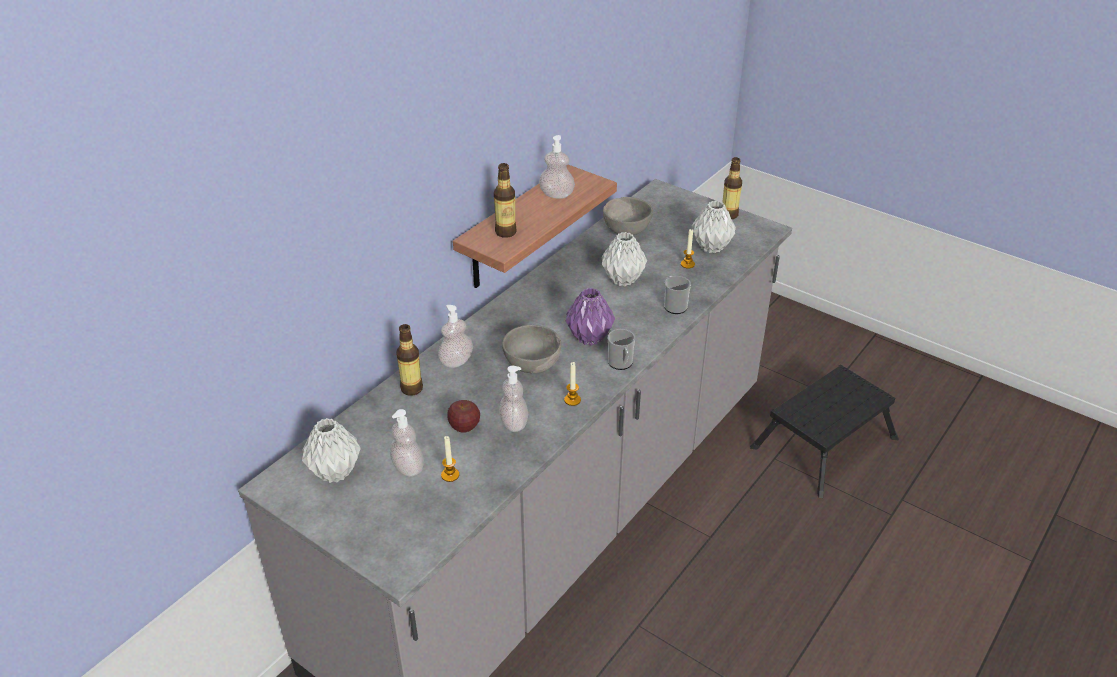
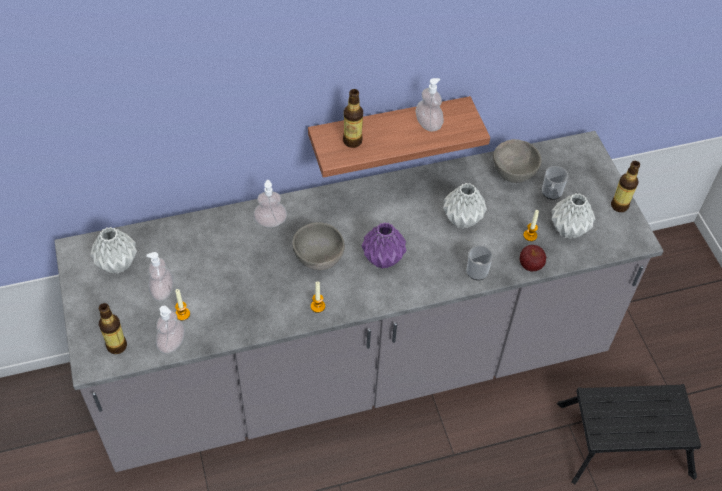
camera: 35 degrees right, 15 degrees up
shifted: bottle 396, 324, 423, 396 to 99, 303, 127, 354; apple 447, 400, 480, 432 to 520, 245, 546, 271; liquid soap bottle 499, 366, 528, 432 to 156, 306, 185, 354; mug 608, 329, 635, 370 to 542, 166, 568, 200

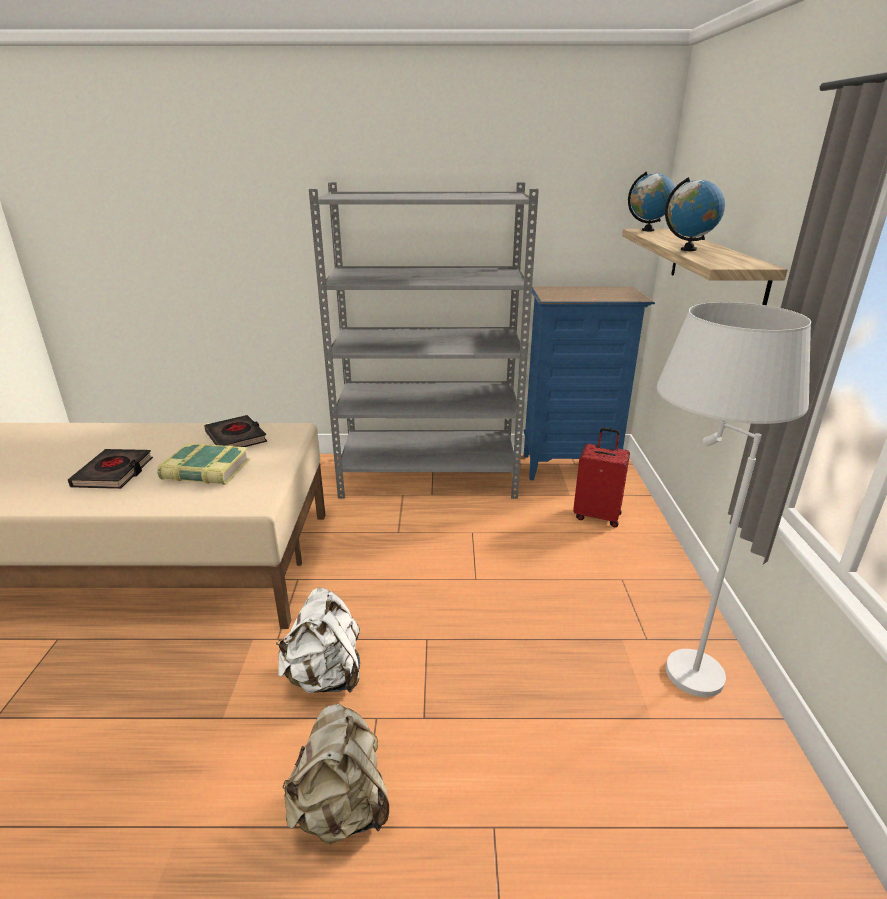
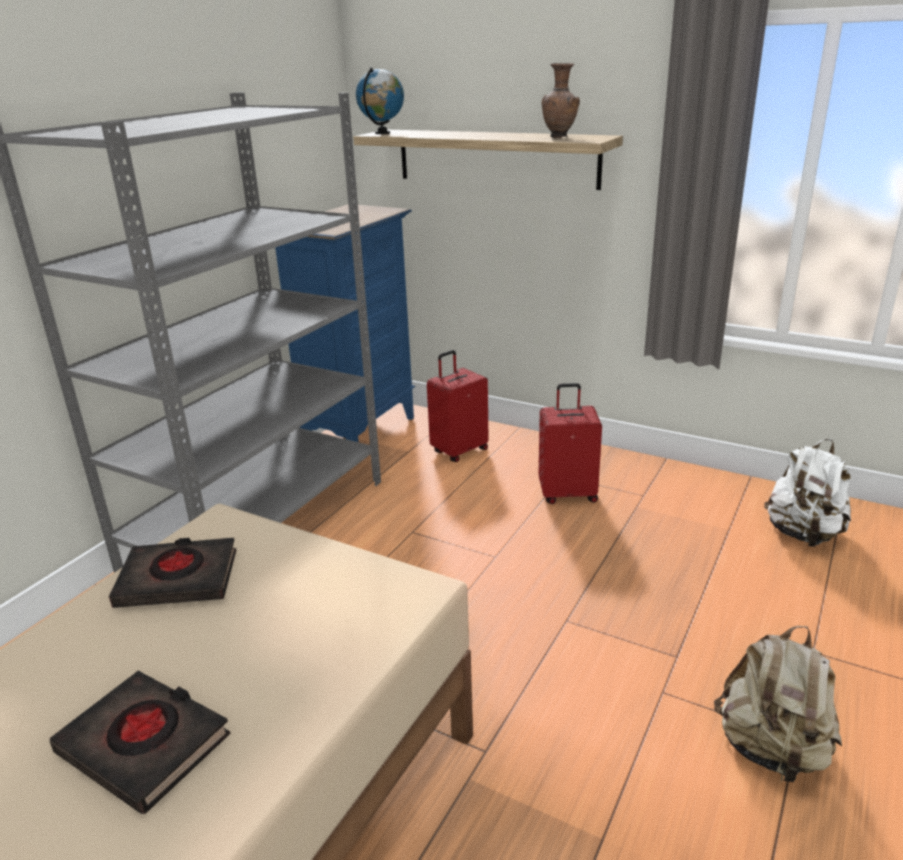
camera: 60 degrees left, 0 degrees up
gone: book 157, 443, 250, 485; white floor lamp 657, 302, 811, 697; desk globe 665, 177, 725, 251
new: red piece of luggage 538, 383, 602, 504; brown vase 542, 63, 580, 138
shifted: white backpack 276, 588, 360, 693 to 764, 439, 851, 547

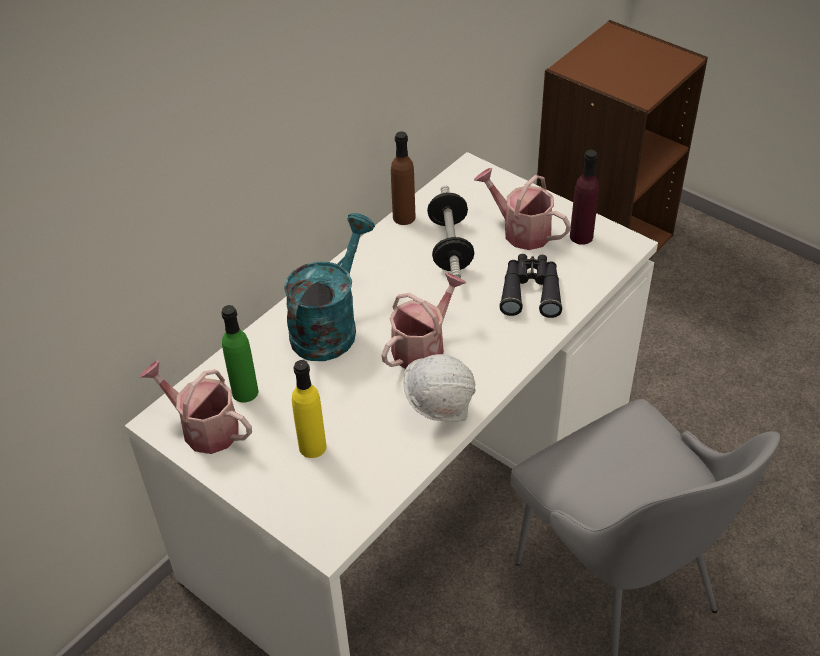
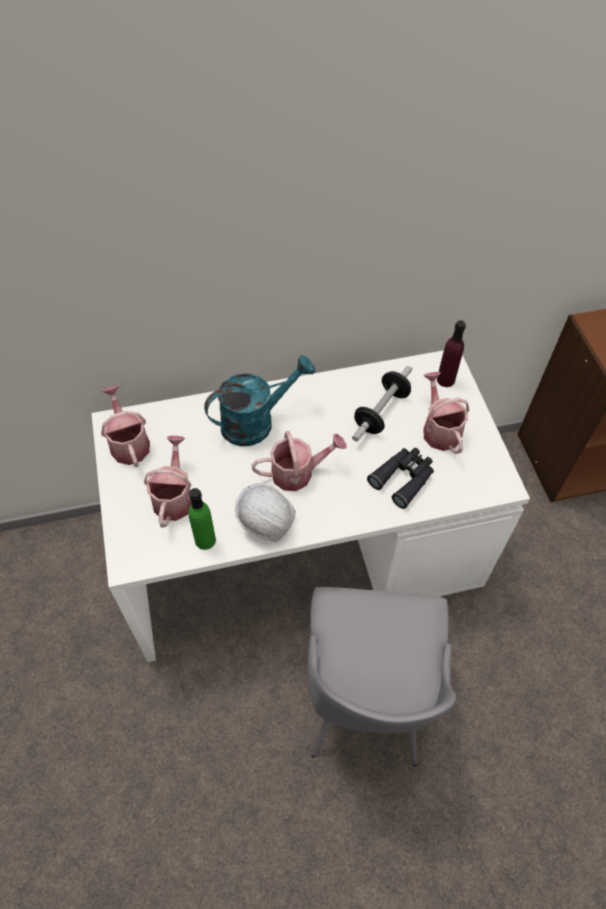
camera: 35 degrees right, 10 degrees up
gone: brown bottle 391, 132, 416, 225
shifted: green bottle 221, 305, 258, 403 to 188, 488, 216, 550; purple-coloured bottle 570, 150, 599, 245 to 437, 320, 466, 387
swapped: yellow-coloured bottle 292, 360, 327, 458 to watering pot 144, 436, 192, 528

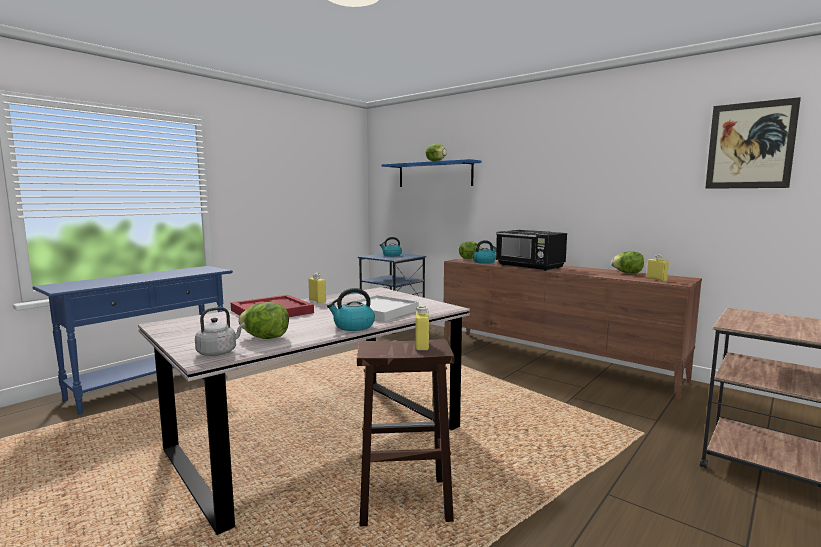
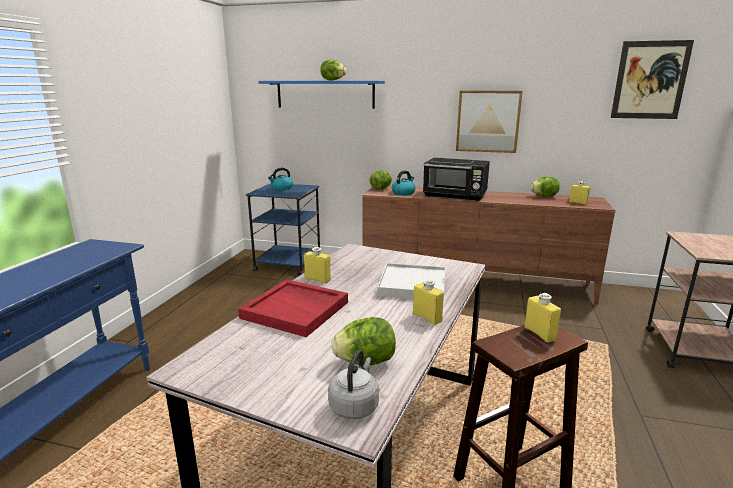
camera: 25 degrees left, 10 degrees up
new: wall picture 456, 90, 523, 153
swapped: water kettle 327, 288, 375, 331 to yellow-coloured bottle 413, 279, 444, 325

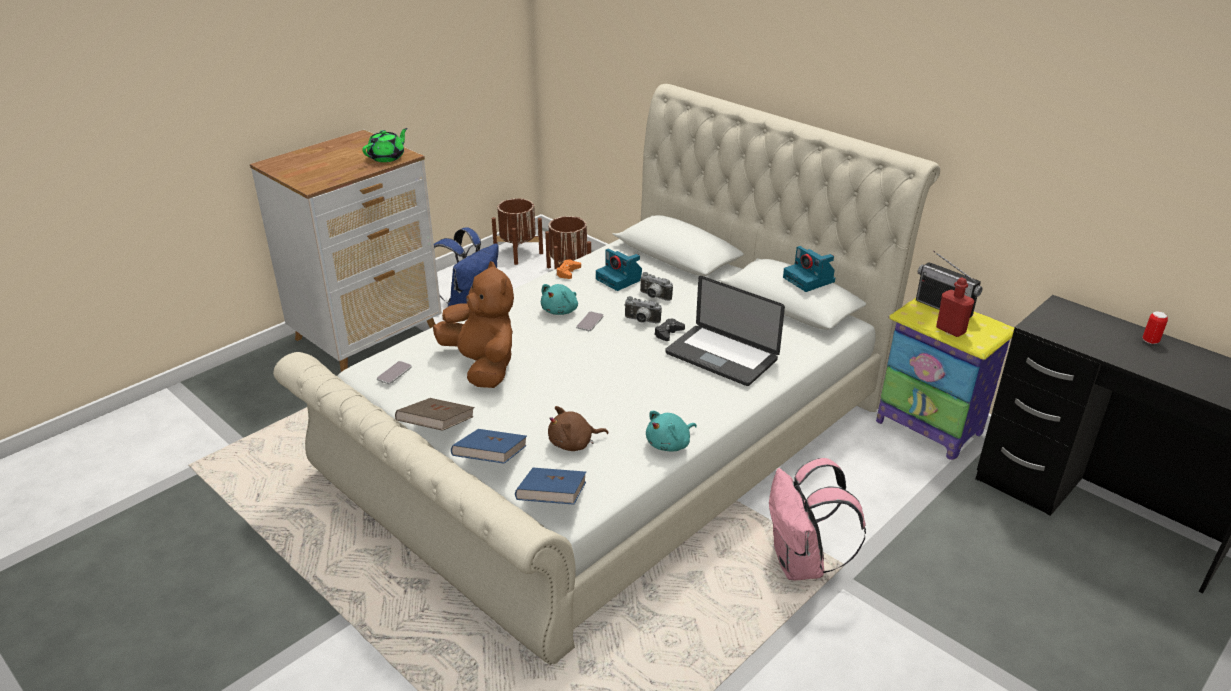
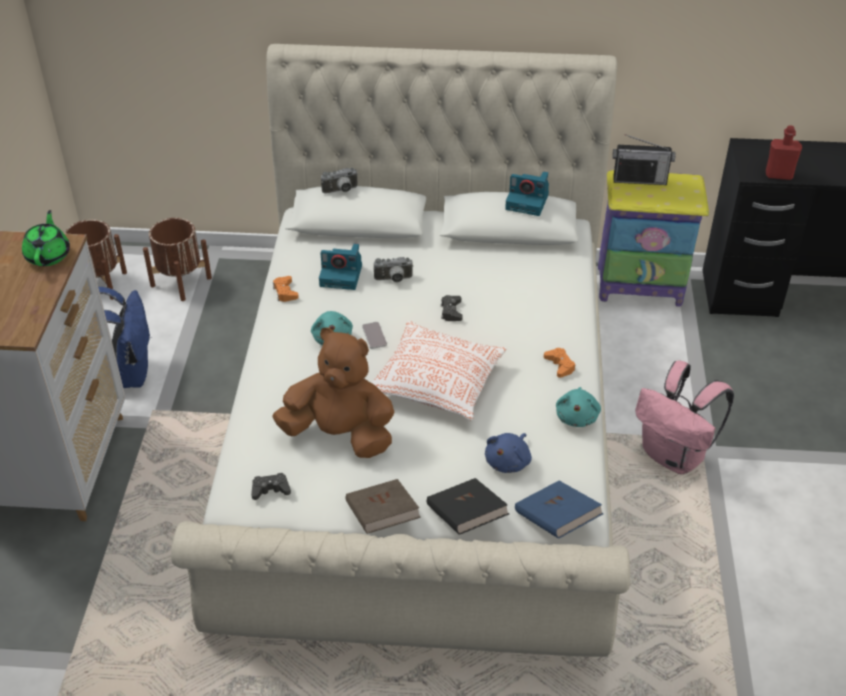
camera: 40 degrees left, 10 degrees up
gone: laptop 665, 276, 785, 386; can 1143, 311, 1168, 344
new: white cushion 371, 321, 506, 420; orange gamepad 544, 348, 575, 378
shifted: still camera 624, 296, 662, 323 to 321, 167, 358, 194; red bottle 936, 277, 974, 337 to 766, 125, 802, 180
swapped: handset 377, 361, 412, 384 to black-coloured gamepad 251, 473, 291, 500
repainted: blue book 451, 429, 527, 464 to black-coloured book 427, 478, 509, 535; brown plush toy 548, 406, 608, 451 to blue plush toy 485, 433, 532, 473

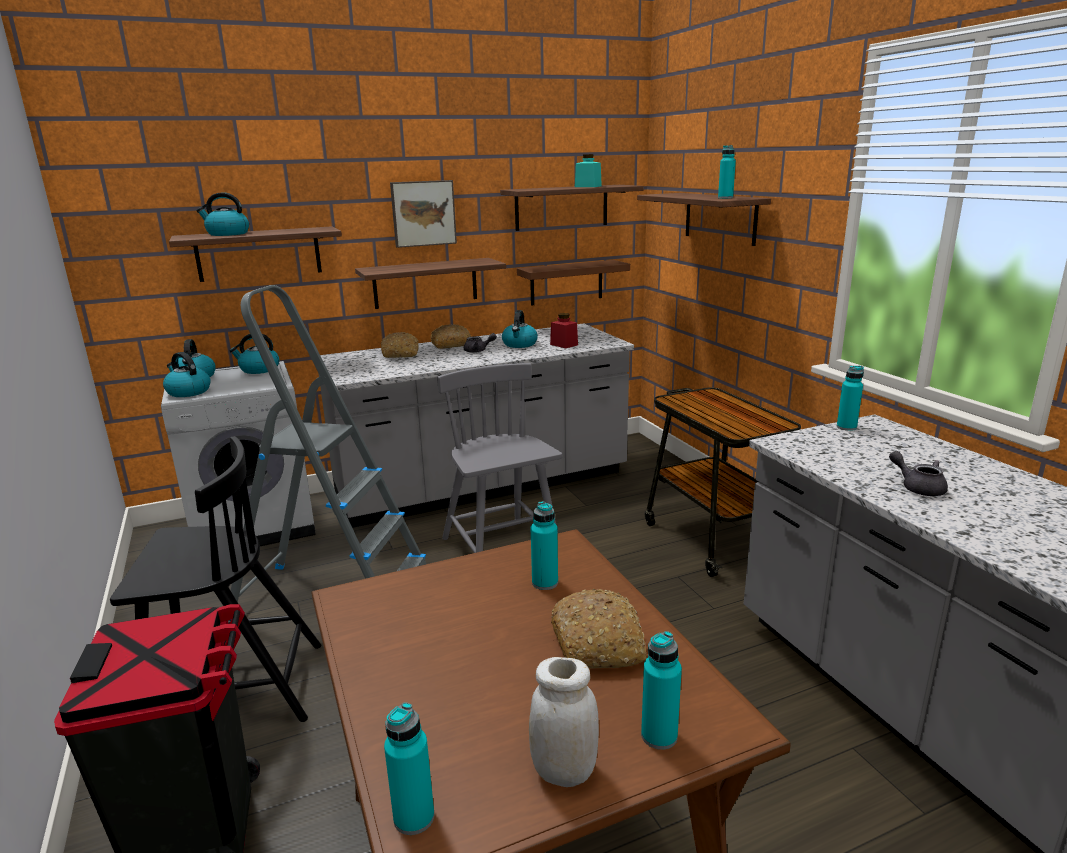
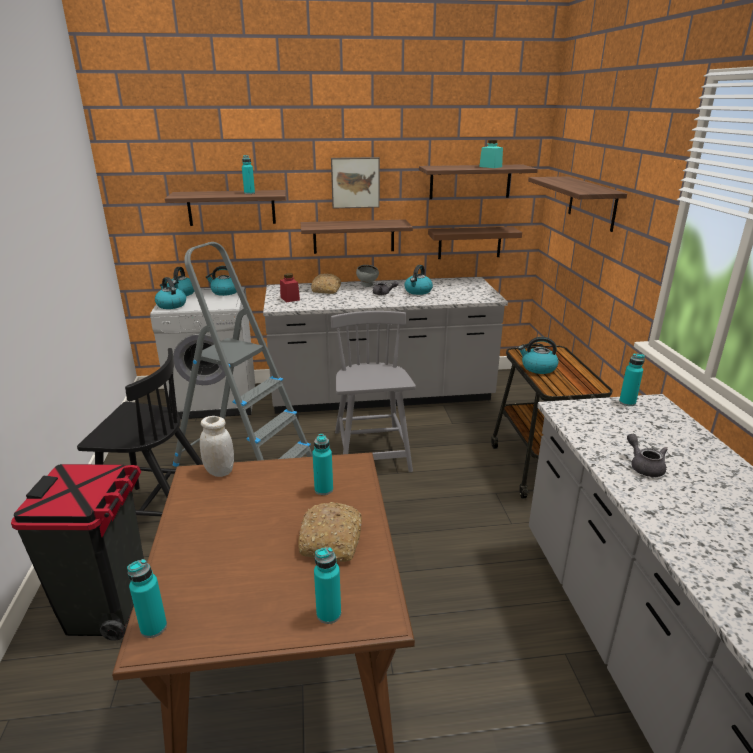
camera: 15 degrees right, 5 degrees up
shifted: water kettle 196, 192, 249, 236 to 518, 337, 559, 374; white preserve jar 529, 657, 599, 787 to 200, 416, 234, 477; red preserve jar 550, 313, 578, 348 to 280, 273, 300, 302; turquoise-coloured bottle 718, 145, 736, 199 to 242, 155, 255, 194
swapped: baked bread 431, 324, 471, 349 to grey serving bowl 356, 265, 379, 287

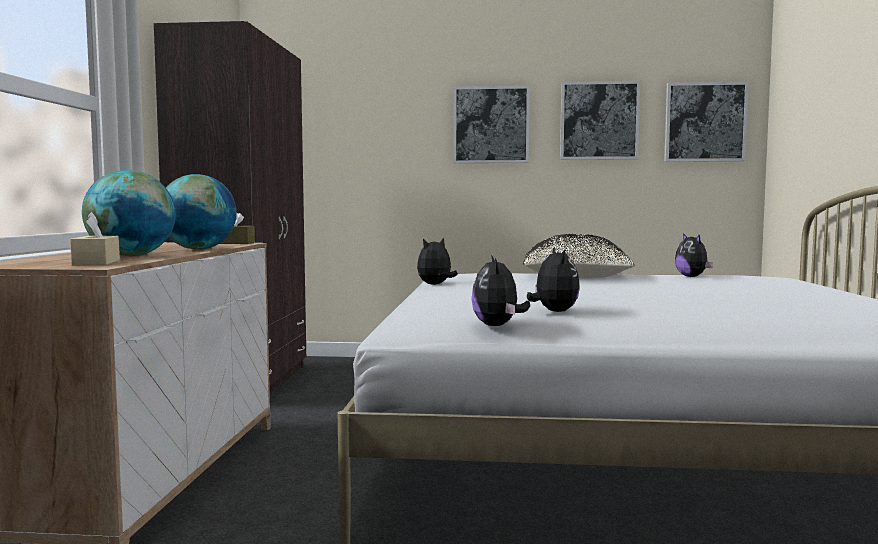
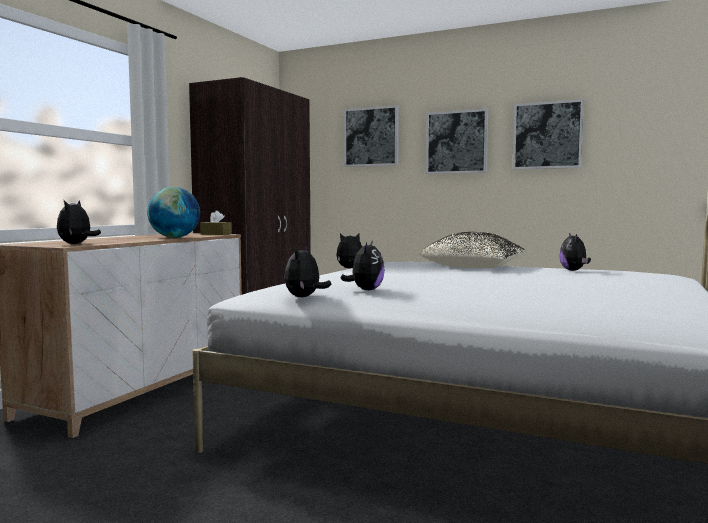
camera: 20 degrees right, 0 degrees up
gone: desk globe 82, 170, 176, 256
shifted: wall picture 664, 82, 749, 162 to 344, 105, 399, 167
swapped: beige tissue box 70, 212, 120, 266 to plush toy 57, 201, 101, 244

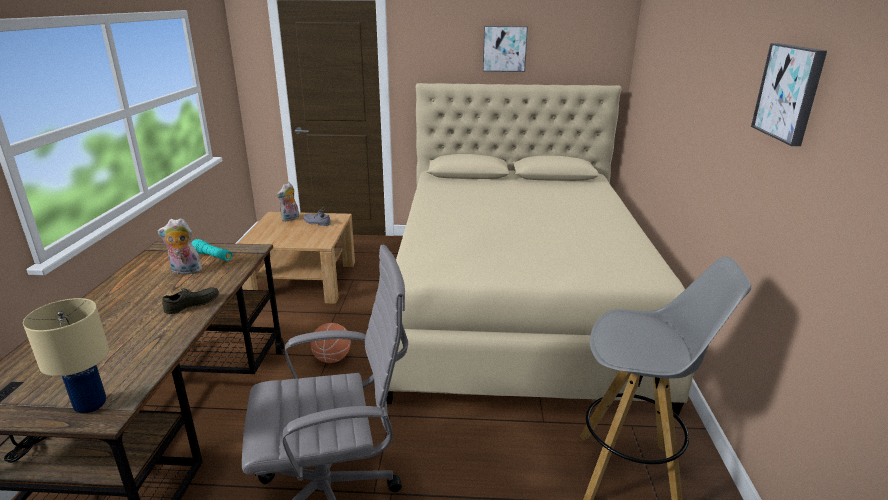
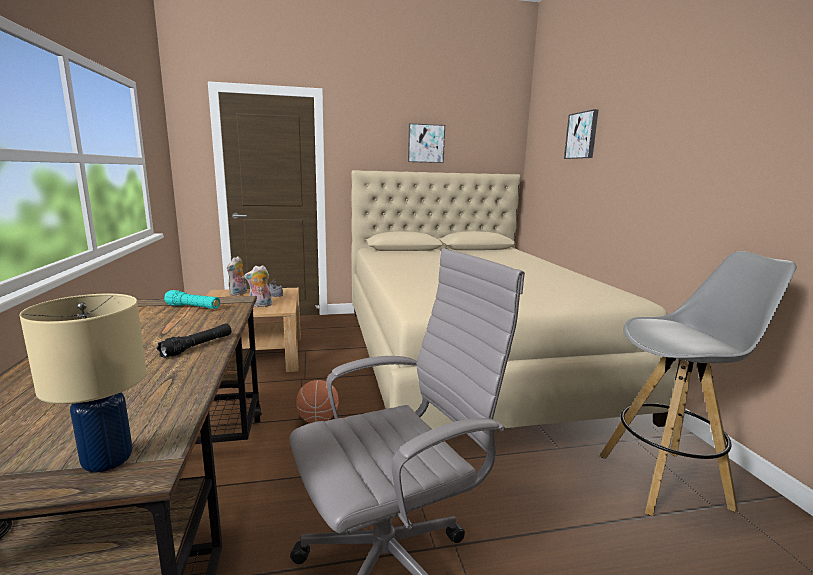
camera: 15 degrees left, 10 degrees down
shifted: plush toy 158, 218, 202, 274 to 244, 265, 273, 307; wall picture 751, 43, 827, 146 to 564, 109, 599, 159
swapped: grey shoe 162, 287, 219, 314 to black-coloured torch 156, 323, 232, 358

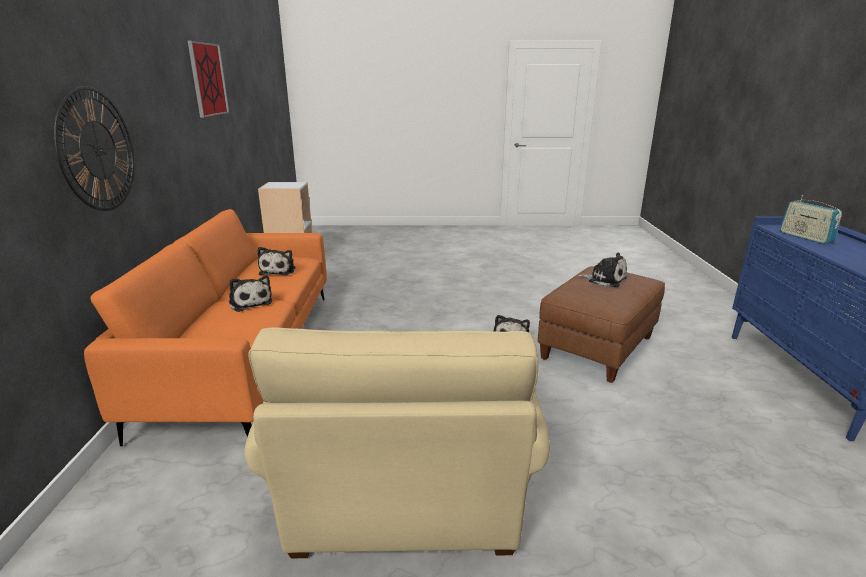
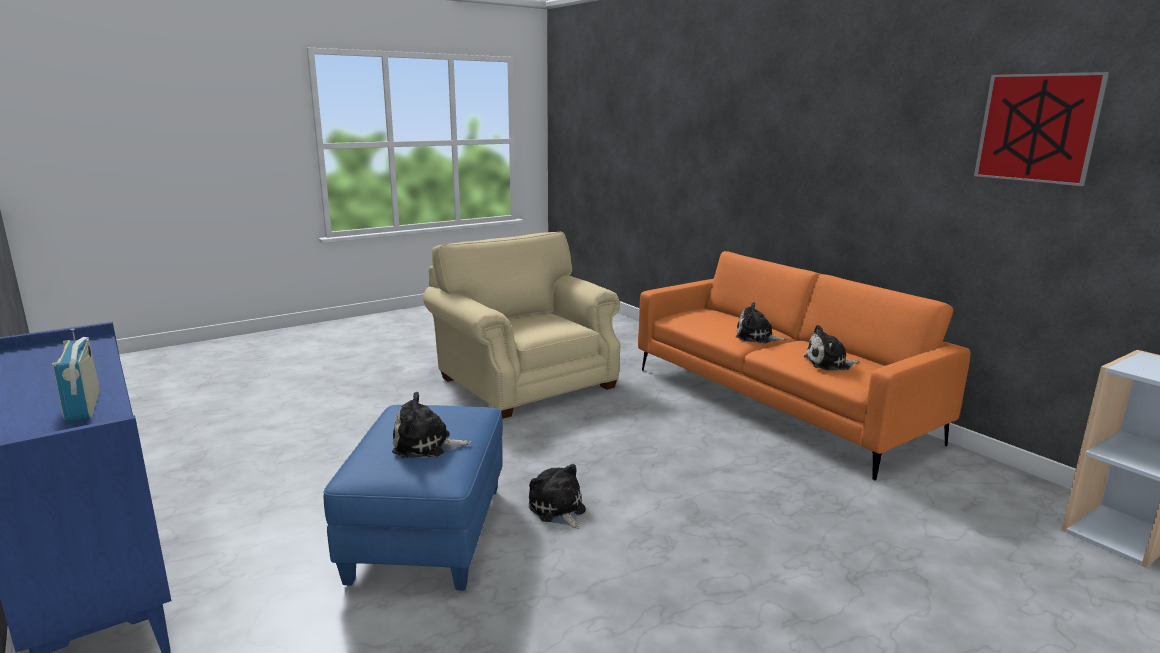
camera: 145 degrees right, 5 degrees down
gone: wall clock 54, 86, 134, 211
repainted: brown pouffe 538, 266, 665, 383 to blue pouffe 323, 405, 503, 591
rotated: plush toy 257, 247, 296, 275 = 804, 325, 860, 371 60 degrees counterclockwise; radio set 780, 195, 842, 244 = 52, 329, 100, 423 150 degrees counterclockwise

